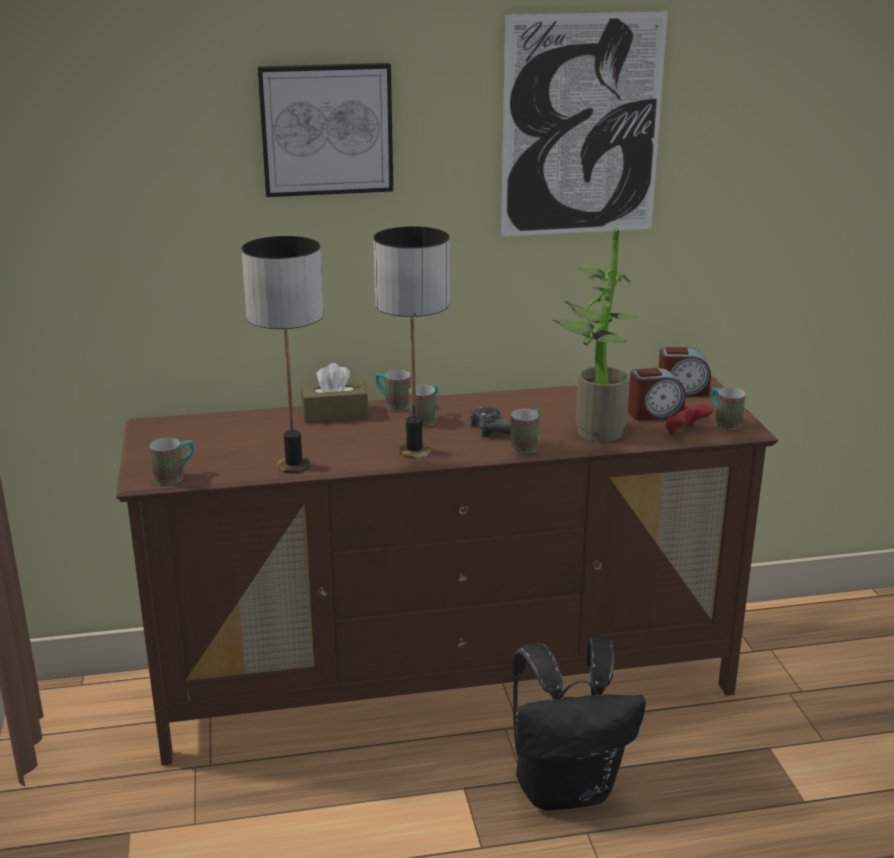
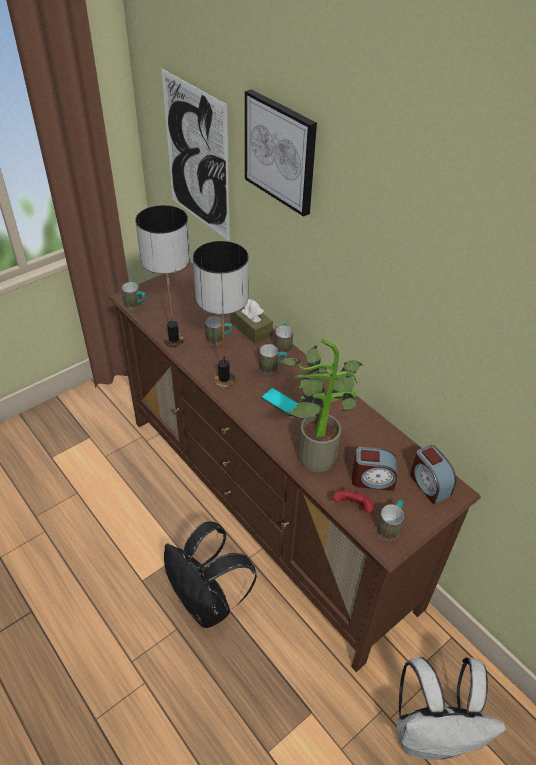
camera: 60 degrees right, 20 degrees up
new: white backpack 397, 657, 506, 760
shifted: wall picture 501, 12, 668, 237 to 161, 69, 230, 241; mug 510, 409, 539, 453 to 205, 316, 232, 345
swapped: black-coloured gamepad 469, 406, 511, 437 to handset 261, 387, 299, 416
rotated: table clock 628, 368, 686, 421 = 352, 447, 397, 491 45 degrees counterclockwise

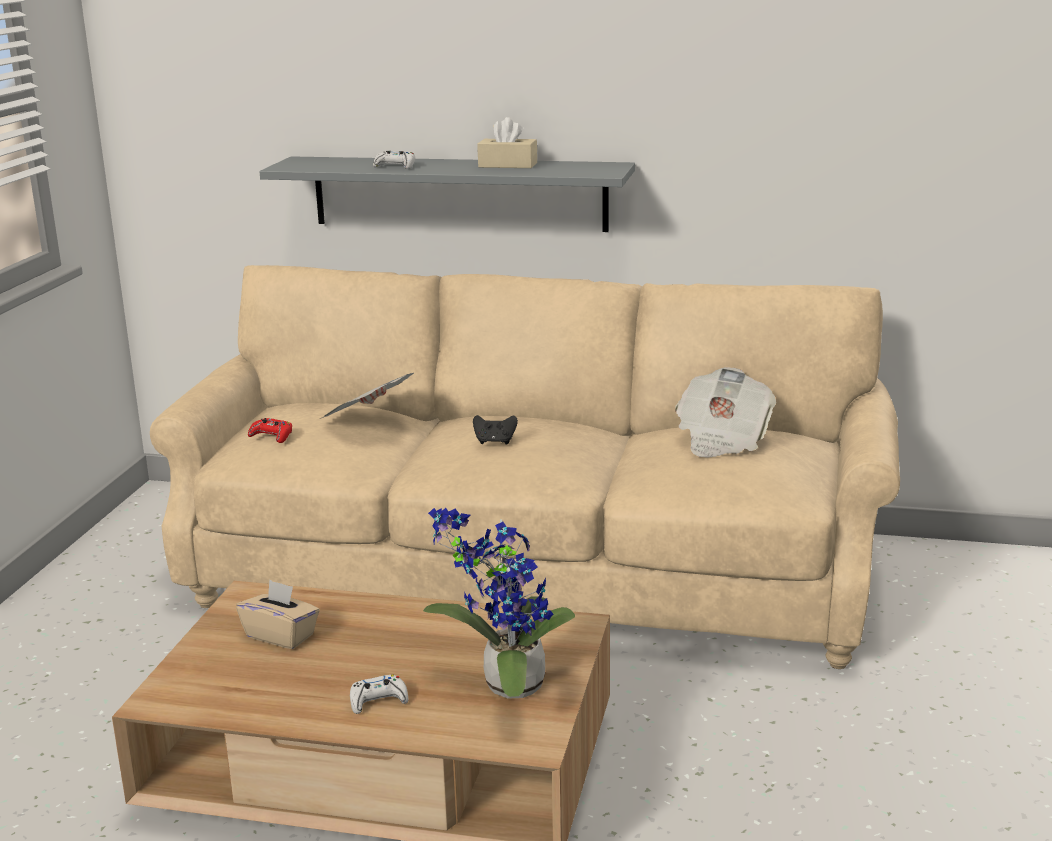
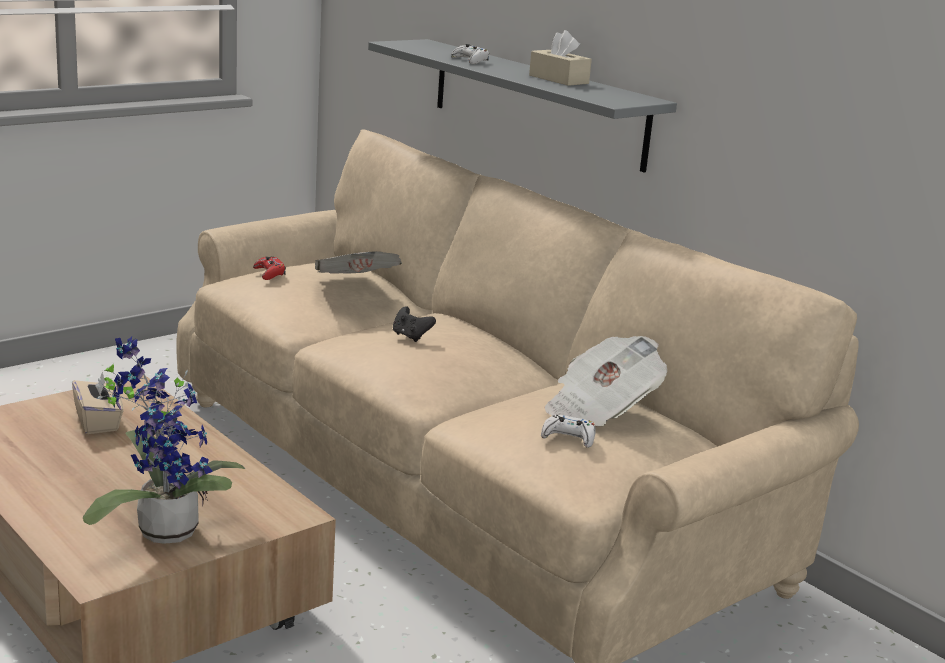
camera: 35 degrees right, 0 degrees up
shifted: white gamepad 350, 674, 409, 714 to 541, 415, 596, 448

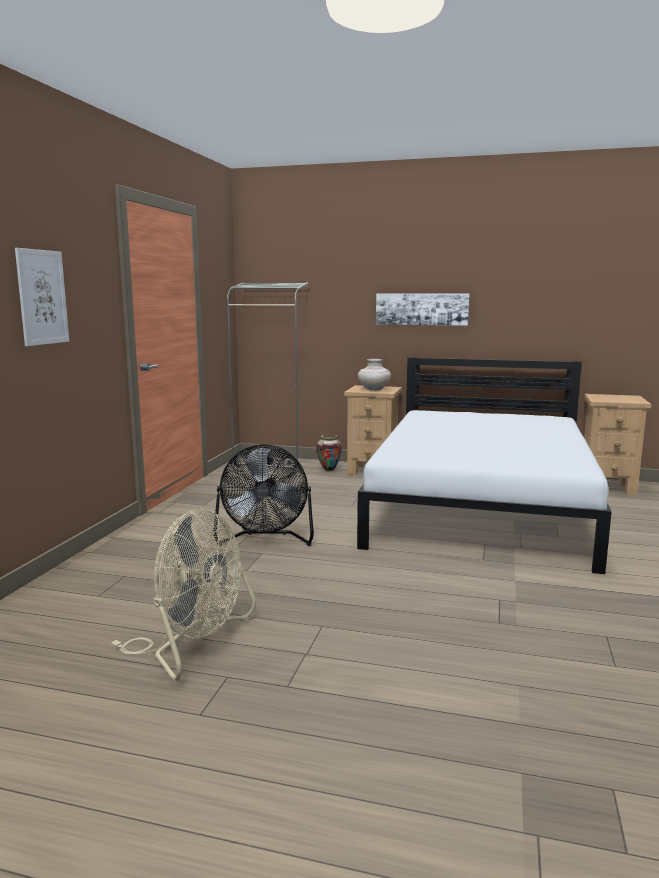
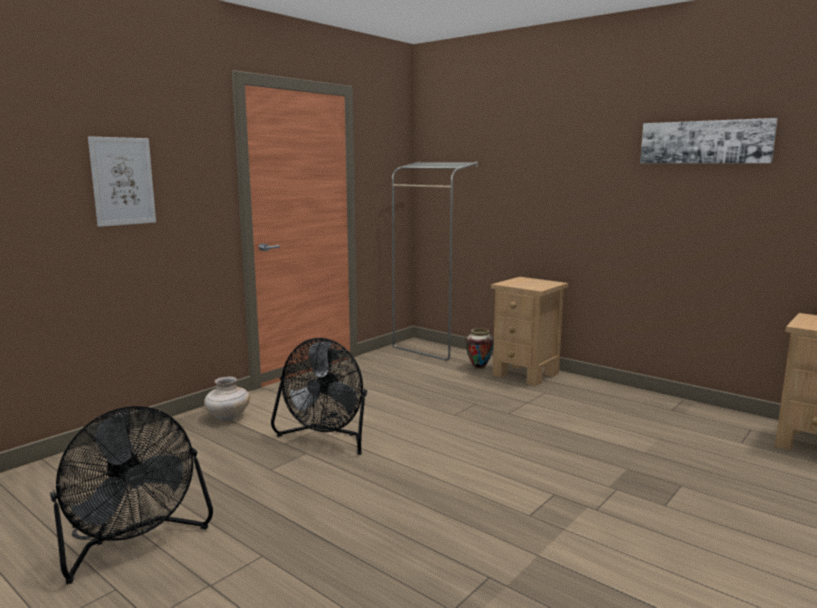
camera: 25 degrees right, 0 degrees up
gone: white sleeping bed 357, 357, 612, 574
shifted: beige vase 358, 359, 391, 390 to 204, 377, 250, 421; wall picture 376, 294, 469, 326 to 640, 118, 778, 163
repainted: beige fan 111, 509, 256, 686 to black-coloured fan 50, 406, 213, 584

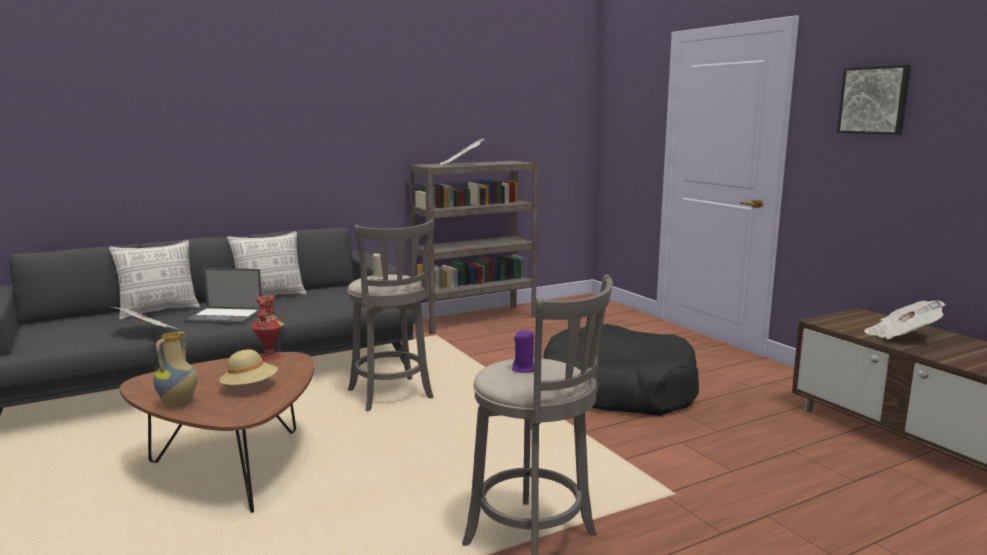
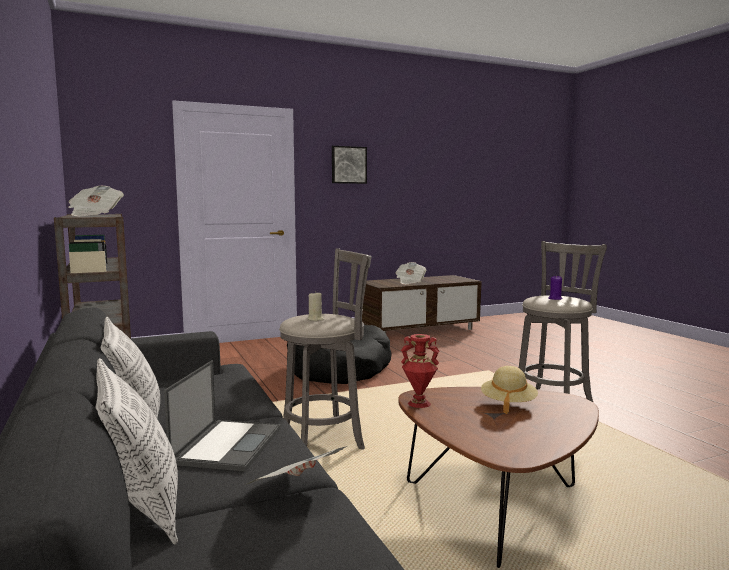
camera: 85 degrees left, 5 degrees down
gone: vase 153, 331, 198, 408

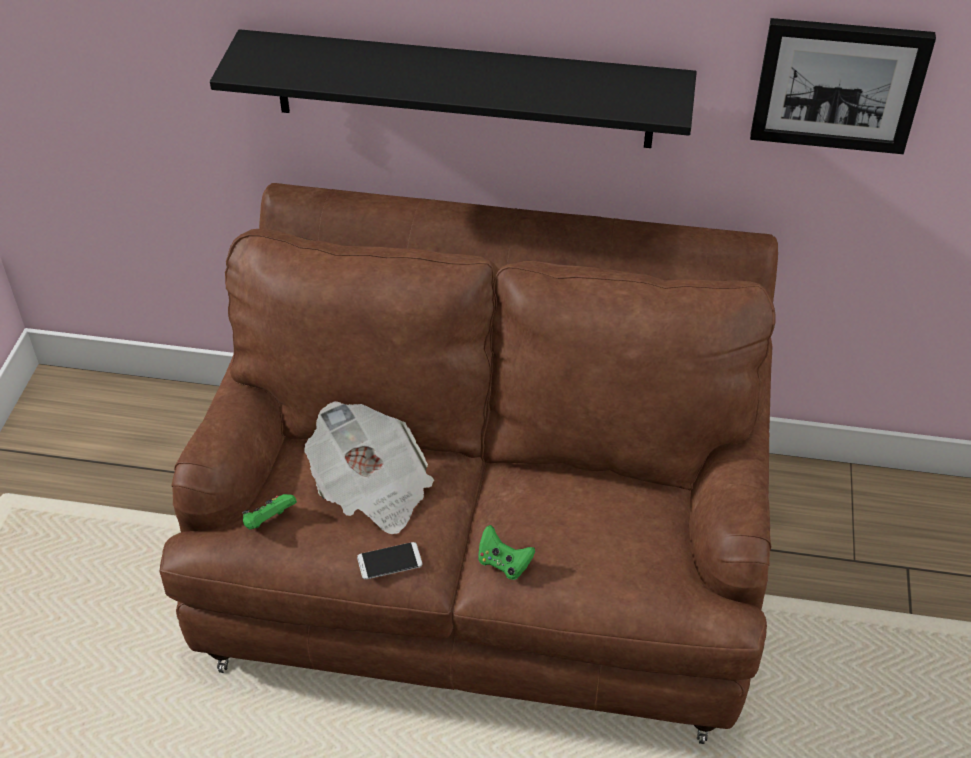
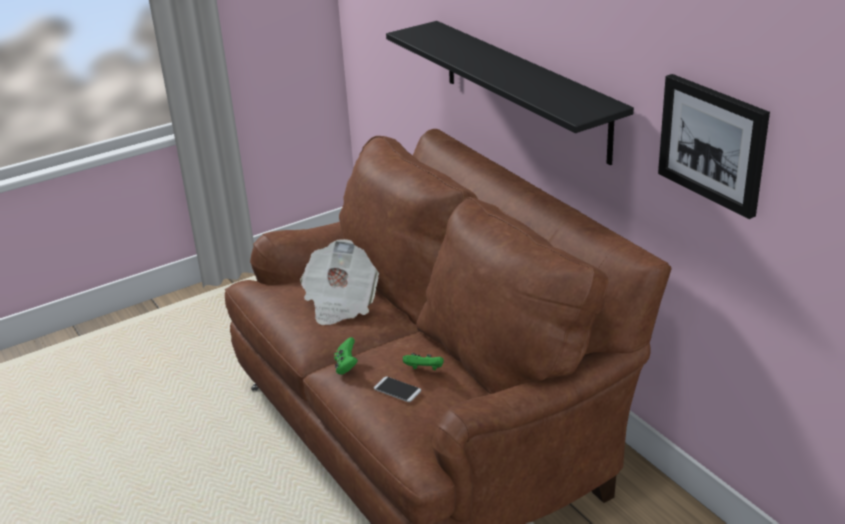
camera: 50 degrees right, 15 degrees down
shifted: green gamepad 242, 494, 297, 530 to 403, 353, 444, 370; handset 357, 542, 423, 579 to 374, 377, 421, 402

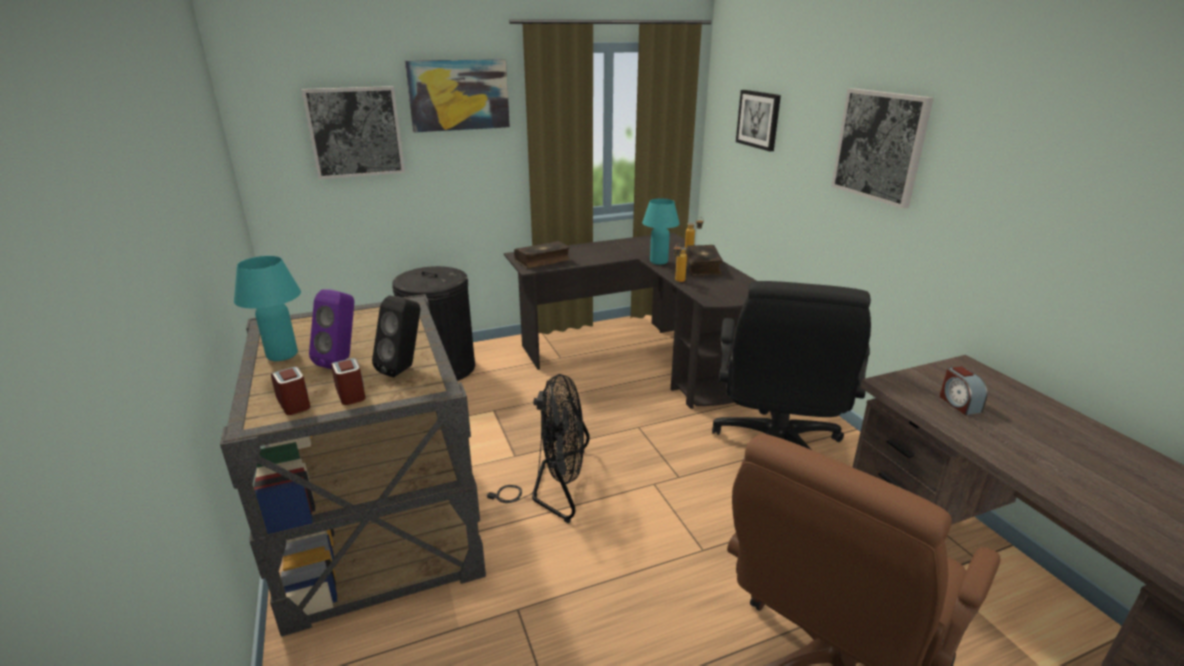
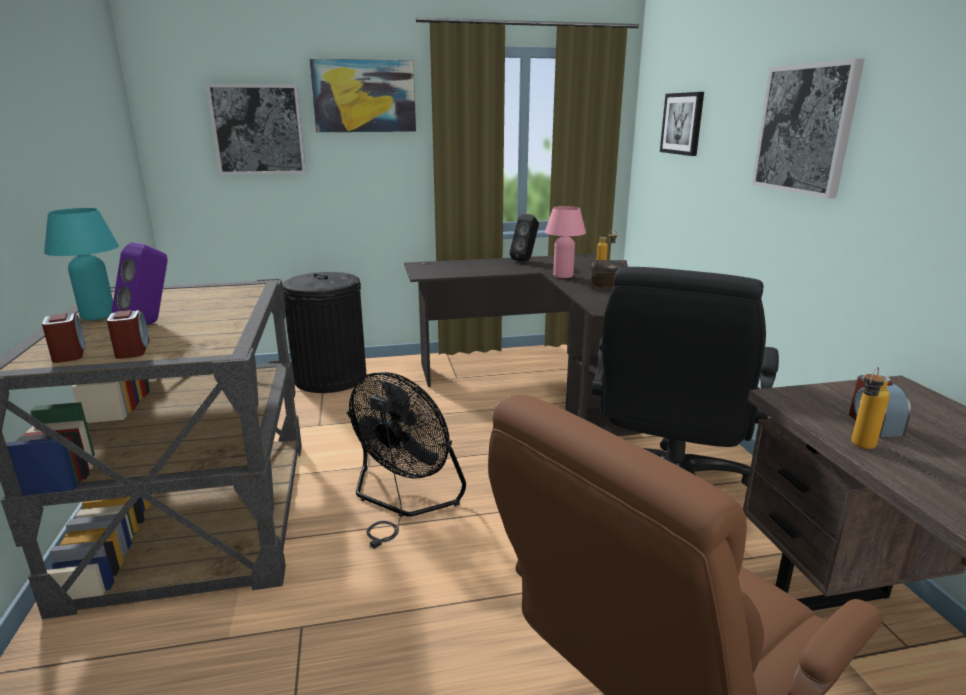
camera: 10 degrees right, 5 degrees down
gone: book 514, 241, 570, 269
shifted: black-coloured loudspeaker 372, 296, 420, 378 to 510, 214, 539, 261; bottle 674, 243, 687, 282 to 851, 367, 890, 449
repainted: turquoise-coloured tabletop lamp 642, 199, 680, 265 to pinkish tabletop lamp 545, 206, 586, 278
rotated: black-coloured fan 486, 374, 590, 523 = 347, 372, 466, 549 75 degrees counterclockwise

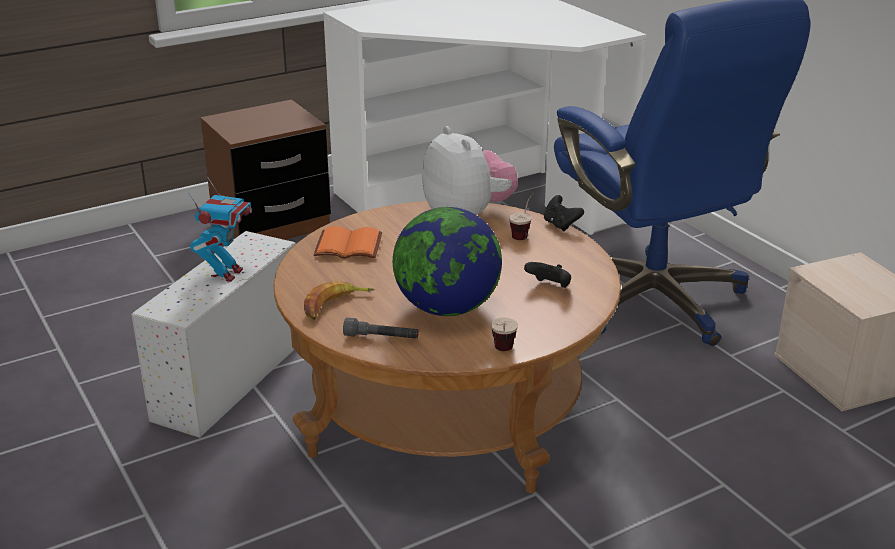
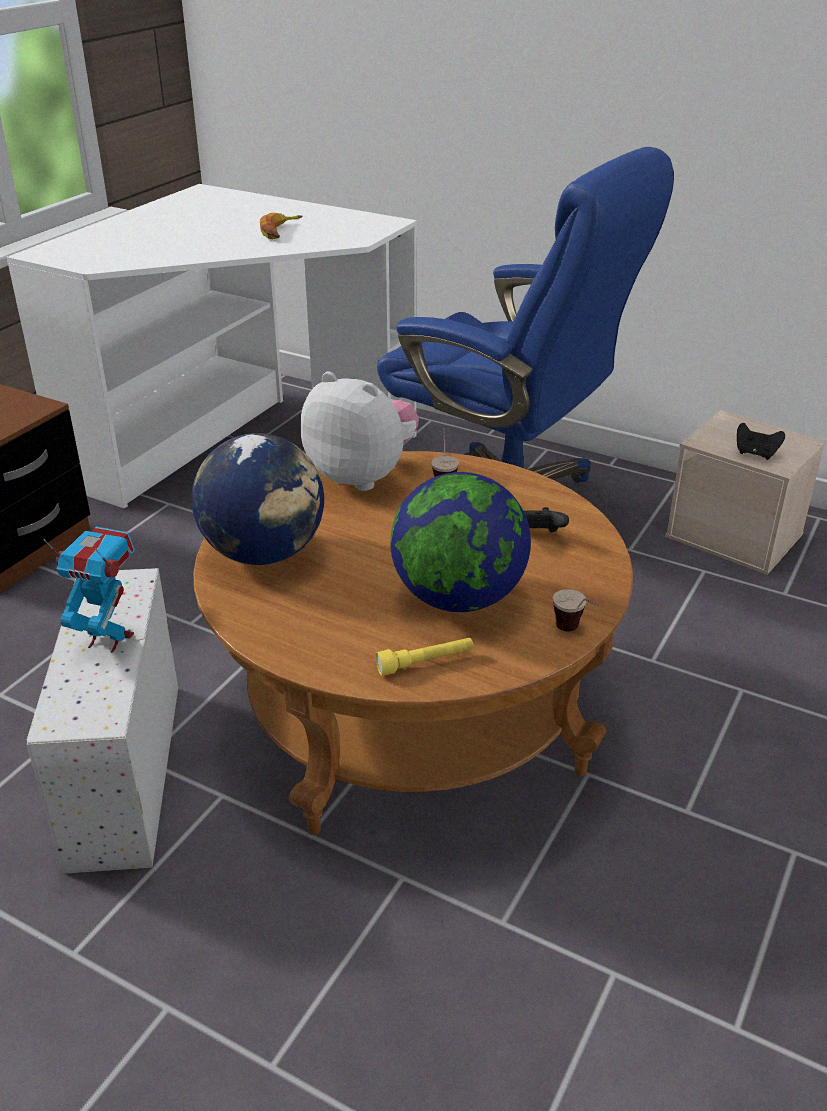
camera: 30 degrees left, 5 degrees up
shifted: whole banana 304, 281, 375, 320 to 260, 213, 303, 240; black-coloured gamepad 544, 195, 584, 231 to 737, 423, 785, 460
swapped: orange book 314, 226, 382, 259 to desk globe 192, 433, 324, 565
repainted: grey torch 343, 318, 419, 339 to yellow-coloured torch 376, 638, 473, 676
rotated: robot figure 188, 177, 252, 282 = 44, 527, 135, 653 60 degrees counterclockwise

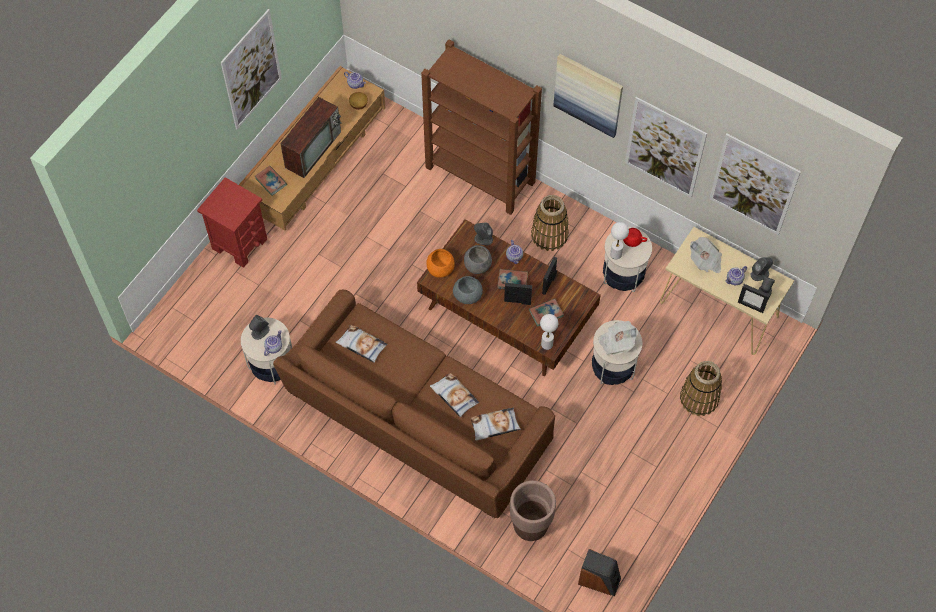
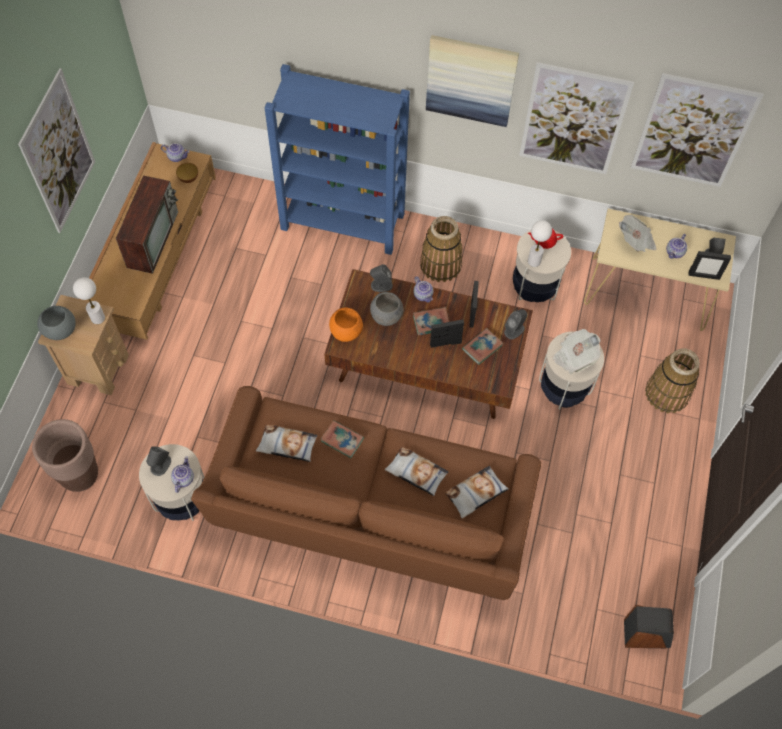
camera: 20 degrees left, 0 degrees up
shifted: book 254, 166, 287, 196 to 320, 420, 364, 458; grey serving bowl 453, 276, 483, 304 to 37, 306, 76, 340; brown planter 510, 480, 556, 541 to 32, 419, 98, 492; white tabletop lamp 540, 314, 558, 350 to 73, 277, 105, 324; grey loudspeaker 750, 258, 773, 281 to 504, 309, 527, 339
repainted: red nightstand 197, 177, 267, 268 to beige nightstand 38, 295, 129, 395; brown shelving unit 421, 40, 542, 215 to blue shelving unit 265, 64, 410, 255

